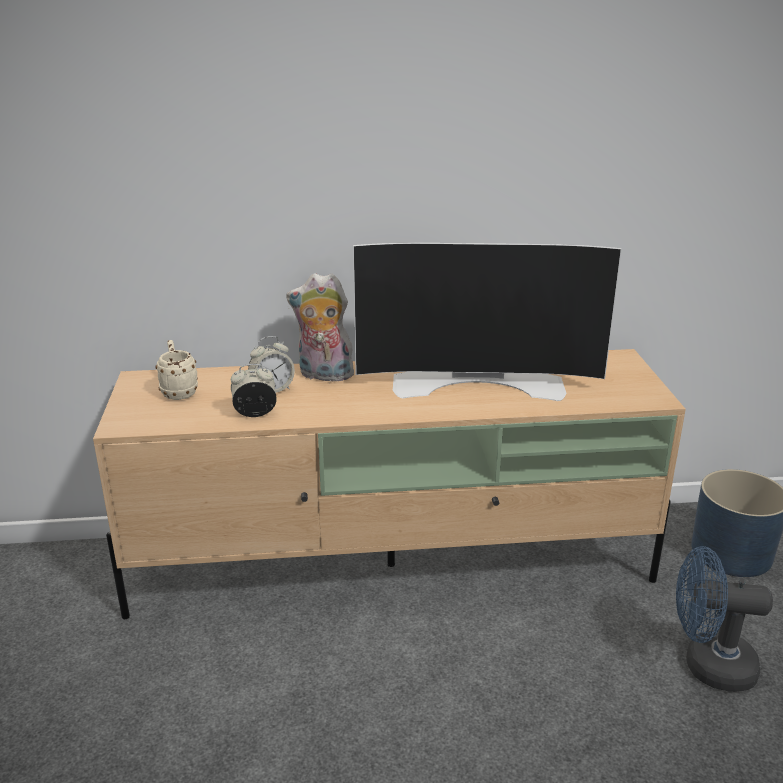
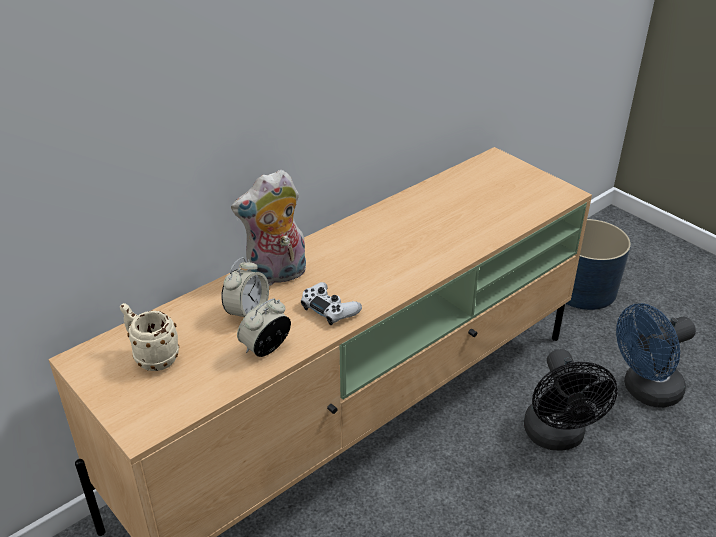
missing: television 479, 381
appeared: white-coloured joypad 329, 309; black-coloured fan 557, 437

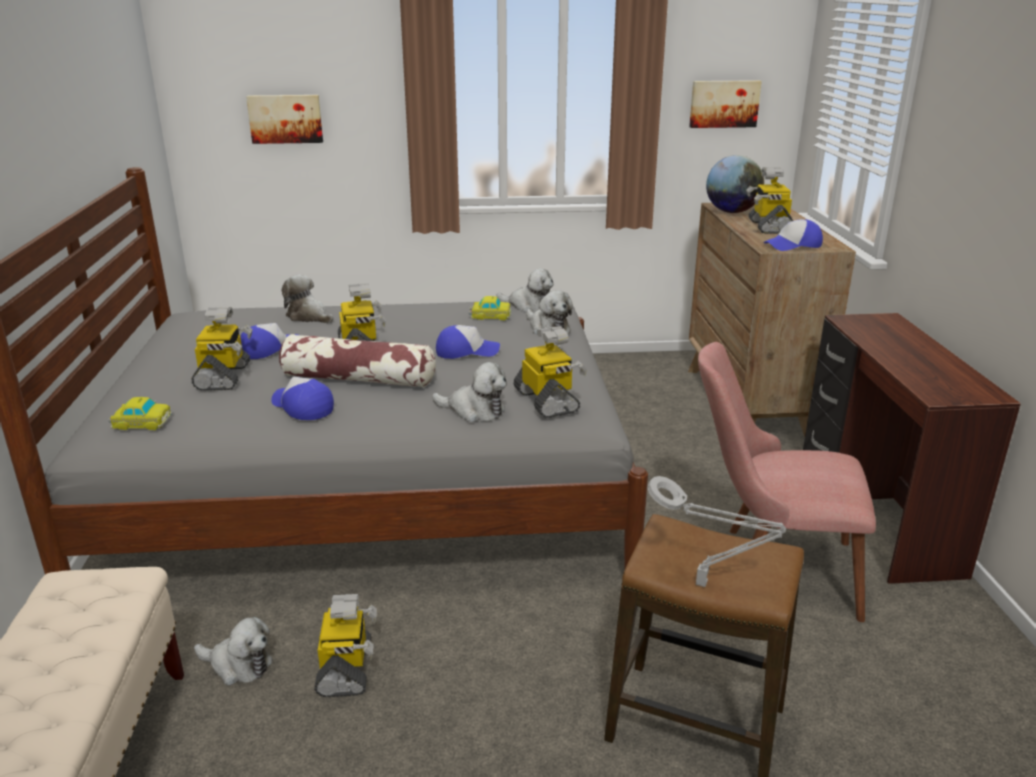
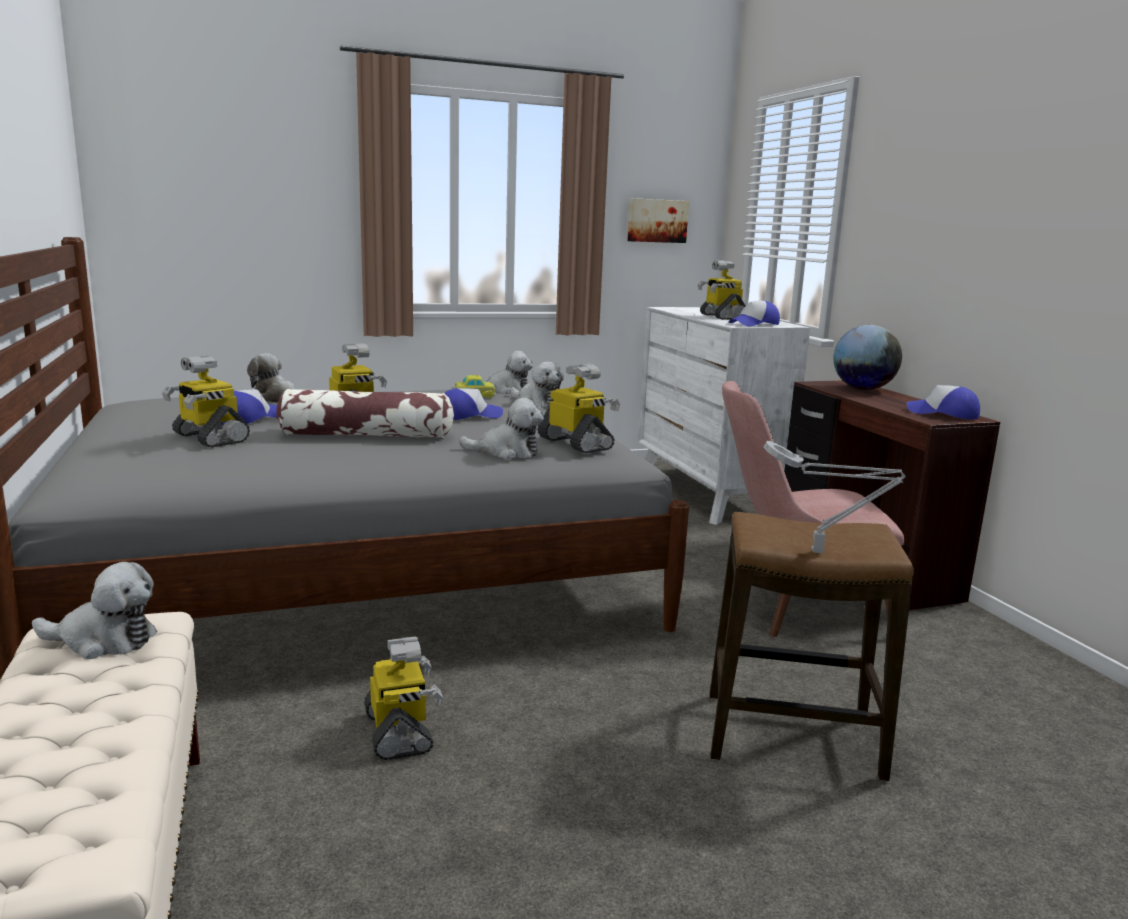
missing: toy car 141, 422; wall art 285, 118
relocated: cuddly toy 238, 665 to 103, 640; peaked cap 302, 407 to 943, 414; globe 731, 212 to 862, 389
colour: brownish drawer chest 748, 403 to white-coloured drawer chest 707, 494
spun: toy robot 224, 377 = 209, 438 150 degrees clockwise

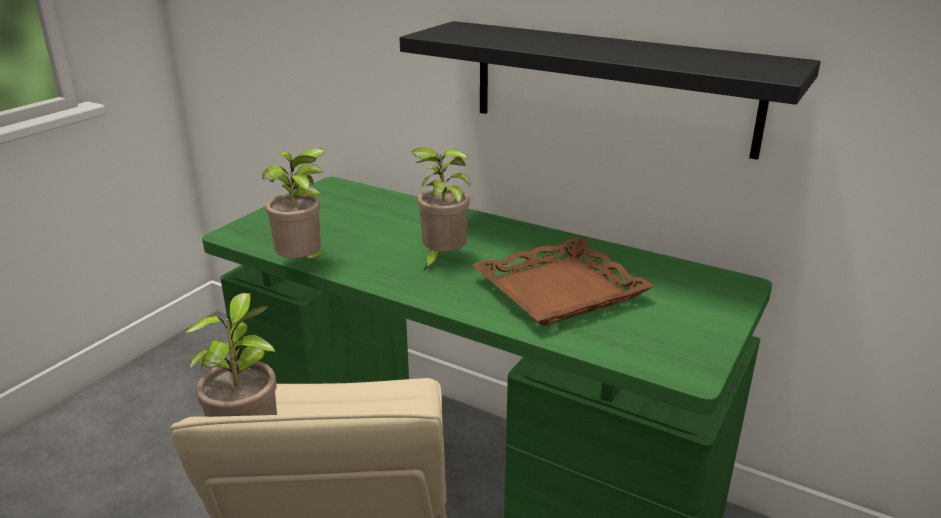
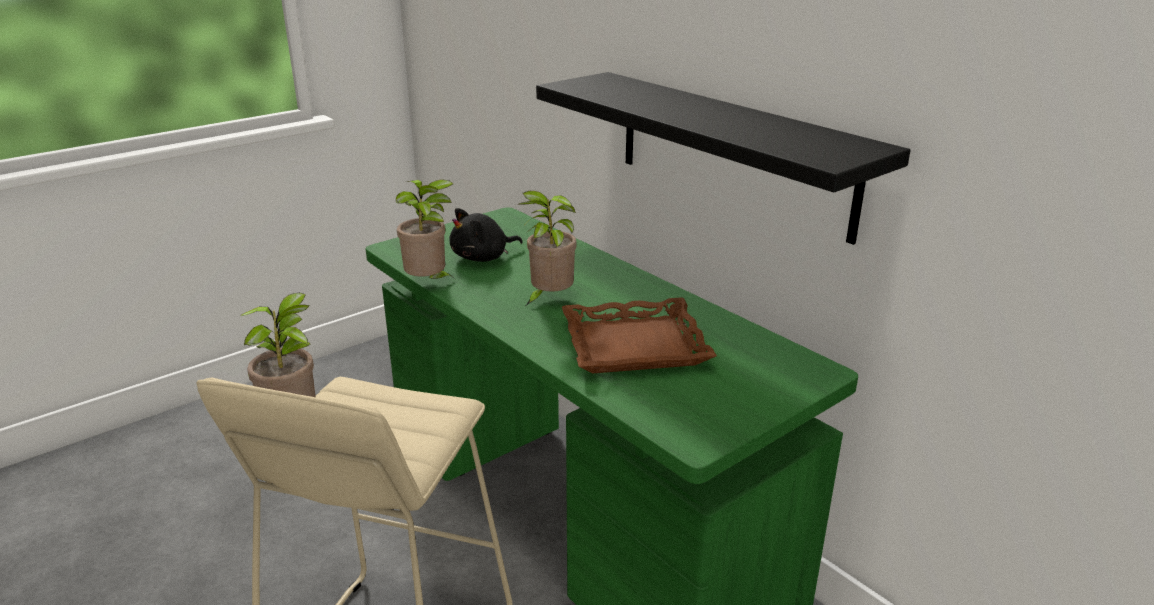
appeared: black-coloured cuddly toy 483, 257

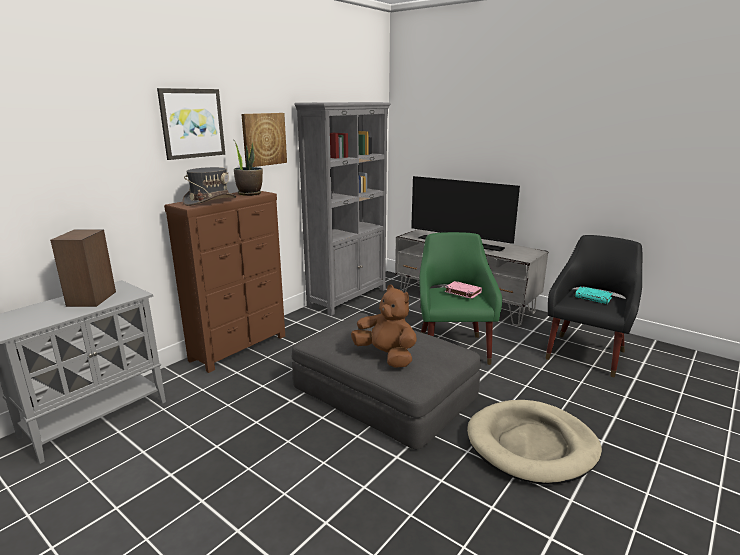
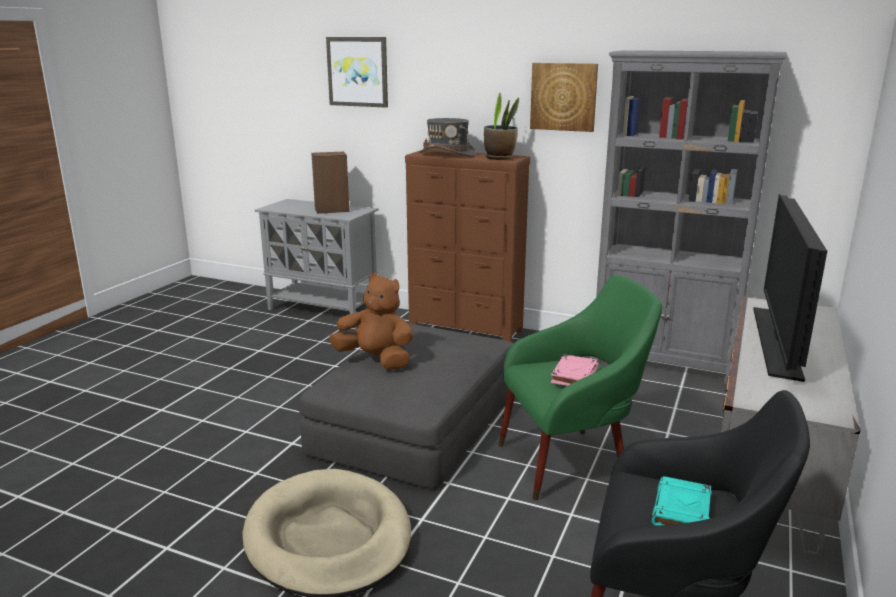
relocated: wall art 192, 123 to 358, 72
spun: brownish cuddly toy 386, 356 = 376, 360 90 degrees counterclockwise

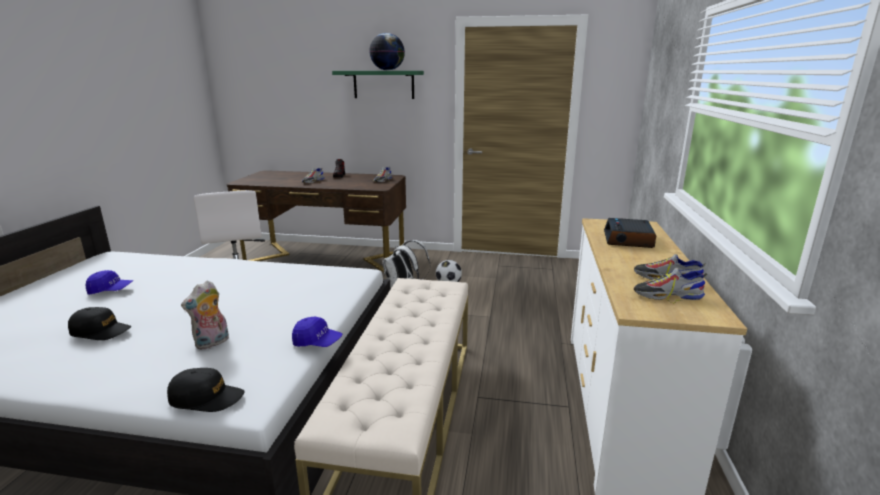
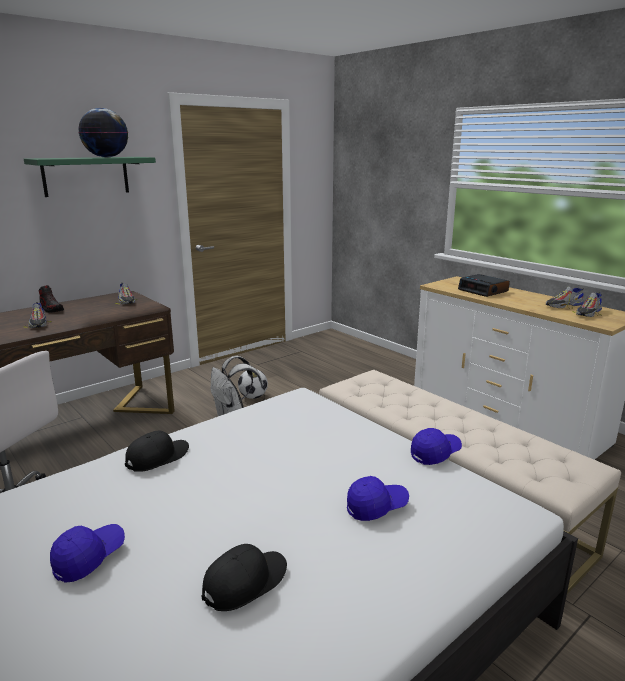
relocated: black-coloured peaked cap 206, 398 to 157, 457
exchanged: cuddly toy 212, 343 to blue-coloured peaked cap 376, 507

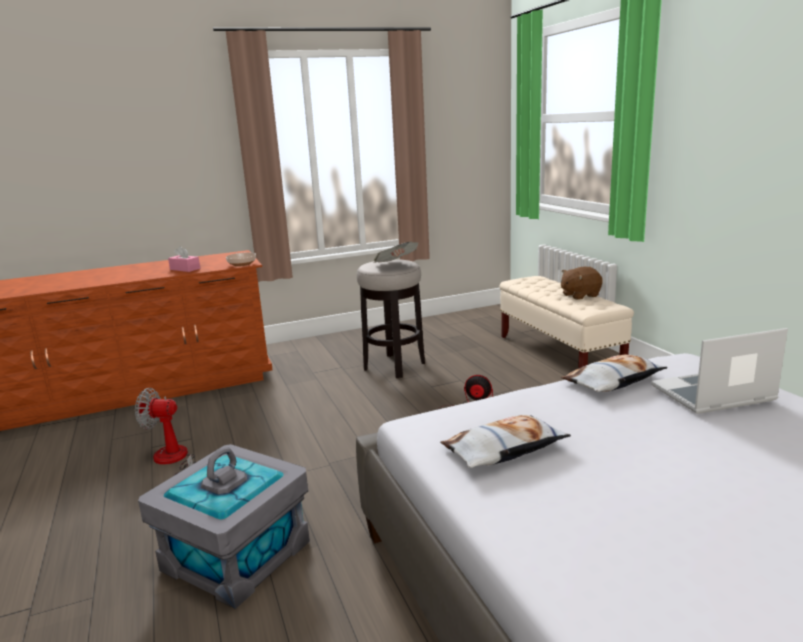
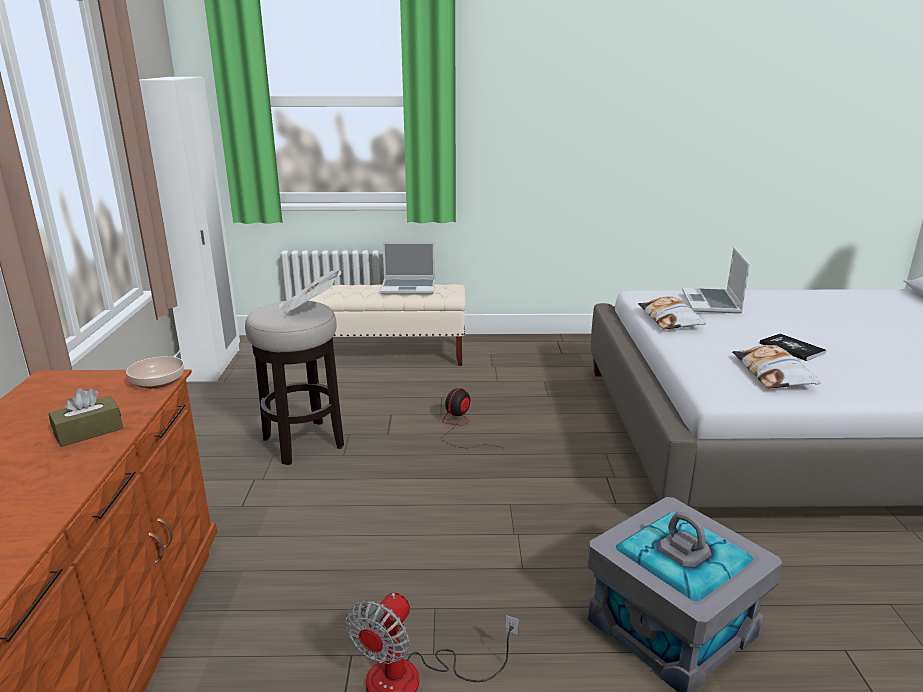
appeared: white-coloured armoire 214, 365; volume 792, 348
exchanged: brownish cuddly toy 580, 295 to laptop 409, 288
colour: pink-coloured box of tissues 185, 269 to brownish box of tissues 89, 431

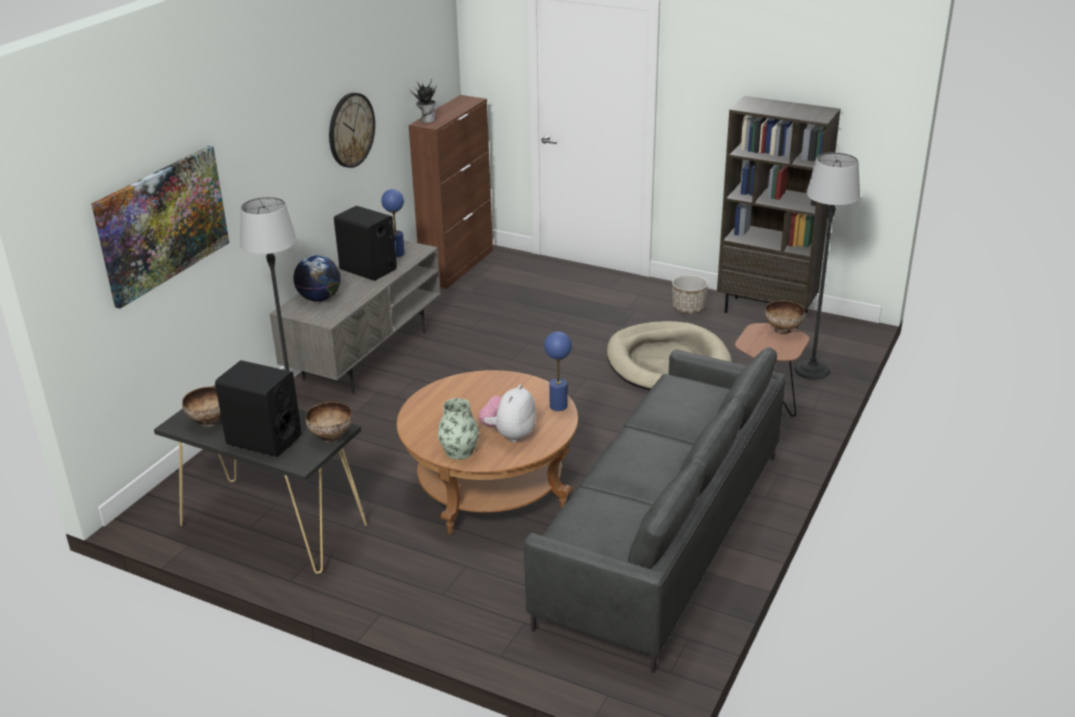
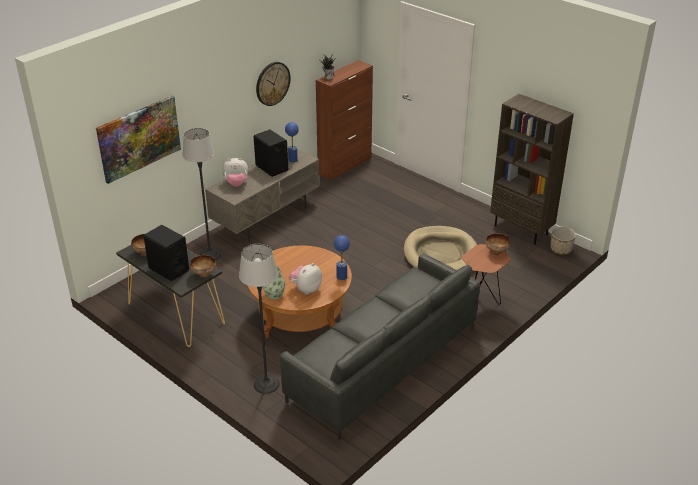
relocated: flower pot 688, 309 to 560, 250; standard lamp 812, 370 to 266, 384
exchanged: globe 319, 298 to cuddly toy 236, 183

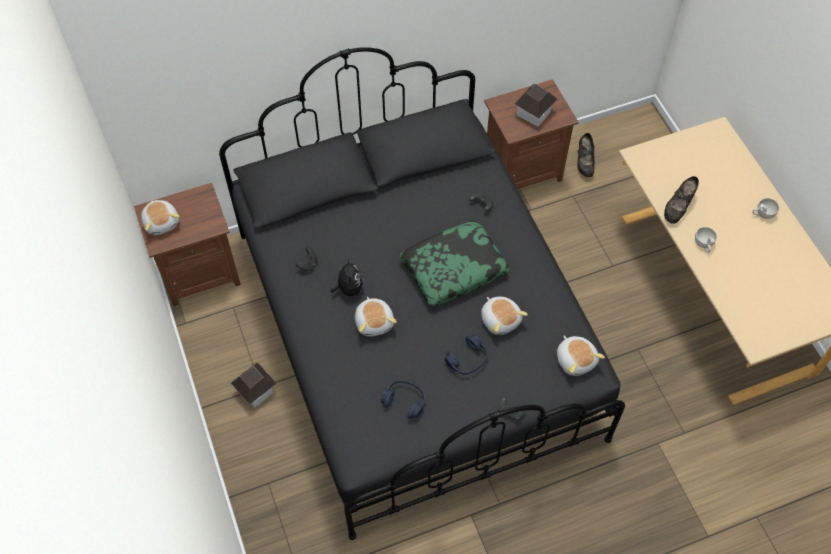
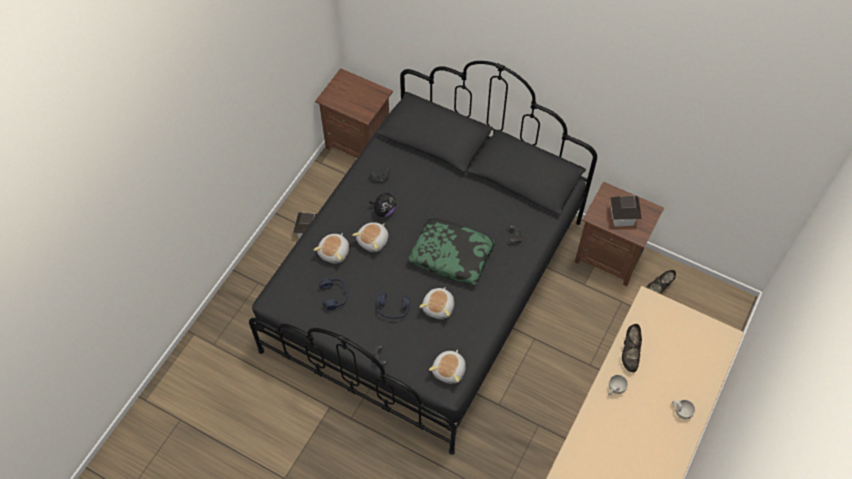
relocated: cuddly toy 162, 222 to 335, 252
spun: black-coloured item of footwear 678, 207 = 630, 353 75 degrees counterclockwise

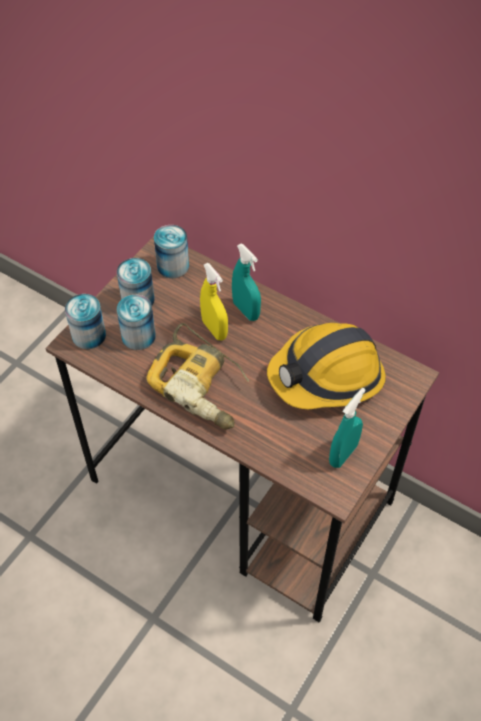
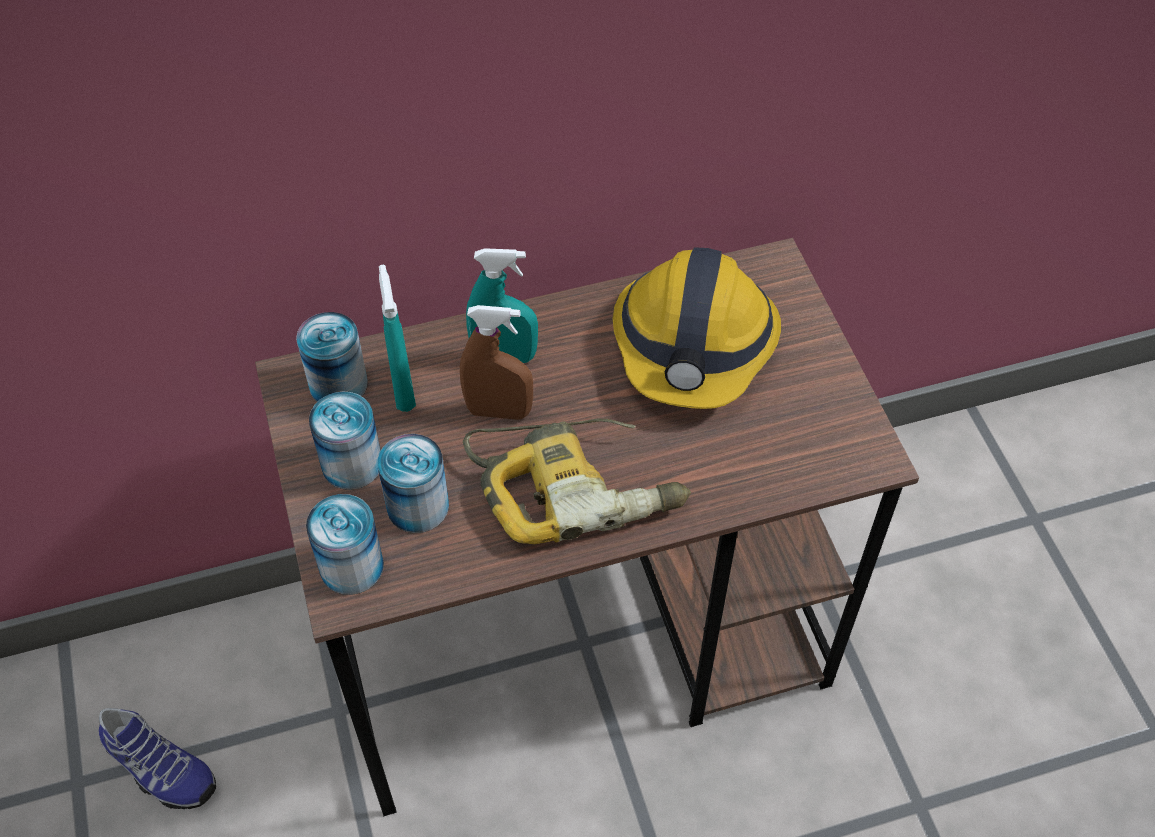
appeared: item of footwear 157, 768
relocated: turquoise hand sprayer 343, 454 to 403, 389
colour: yellow-coloured hand sprayer 214, 329 to brownish hand sprayer 499, 411

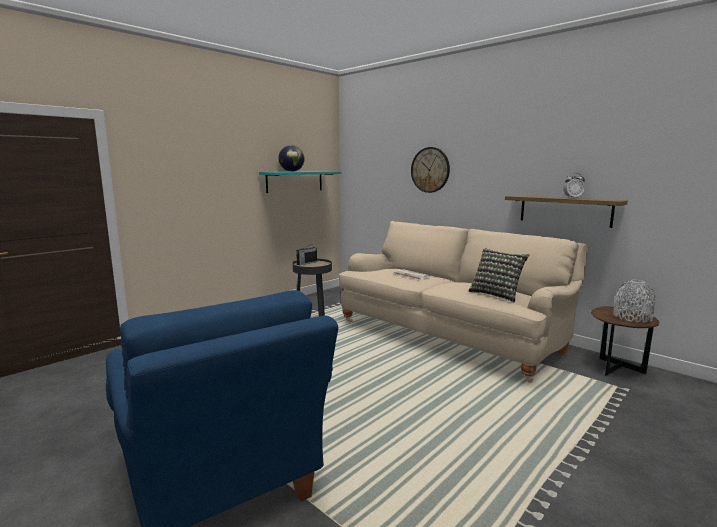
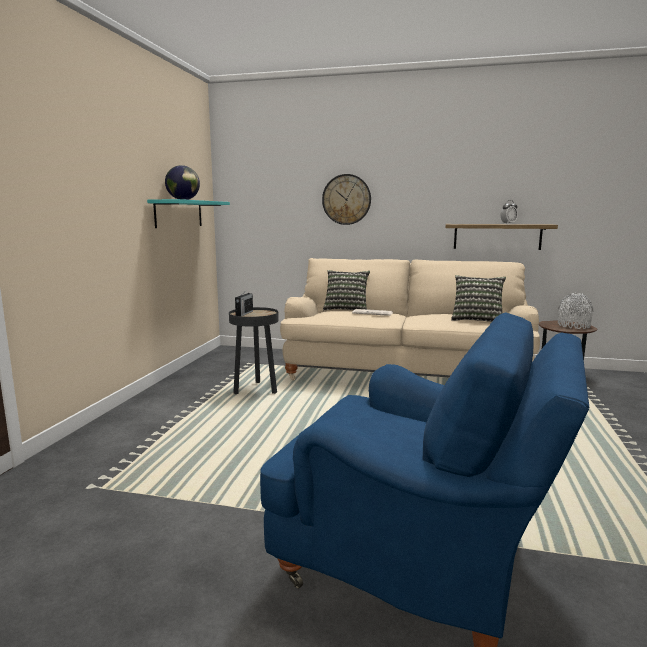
appeared: pillow 346, 309

